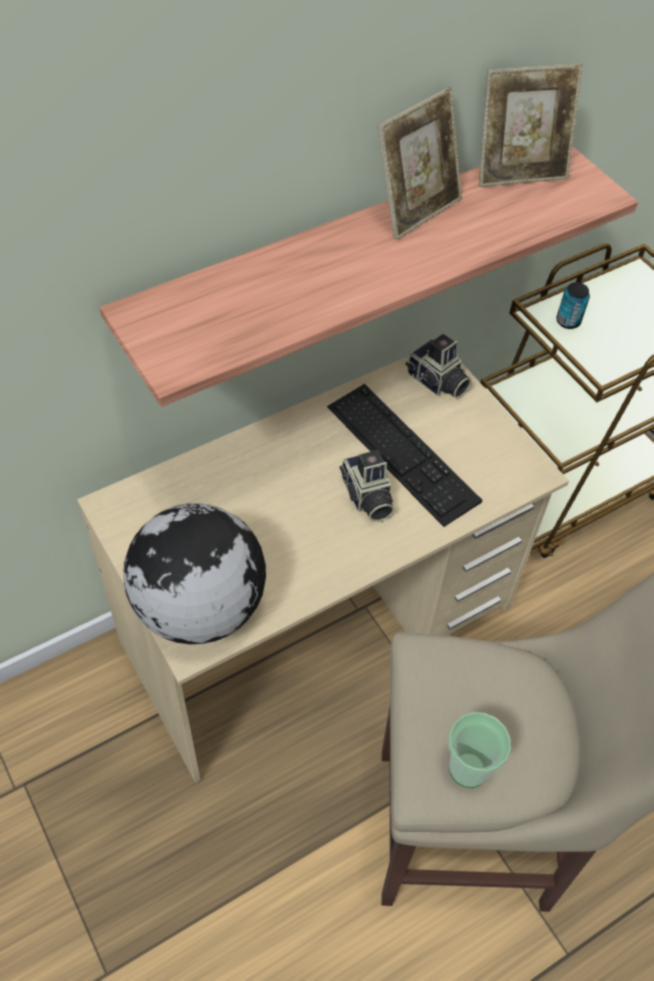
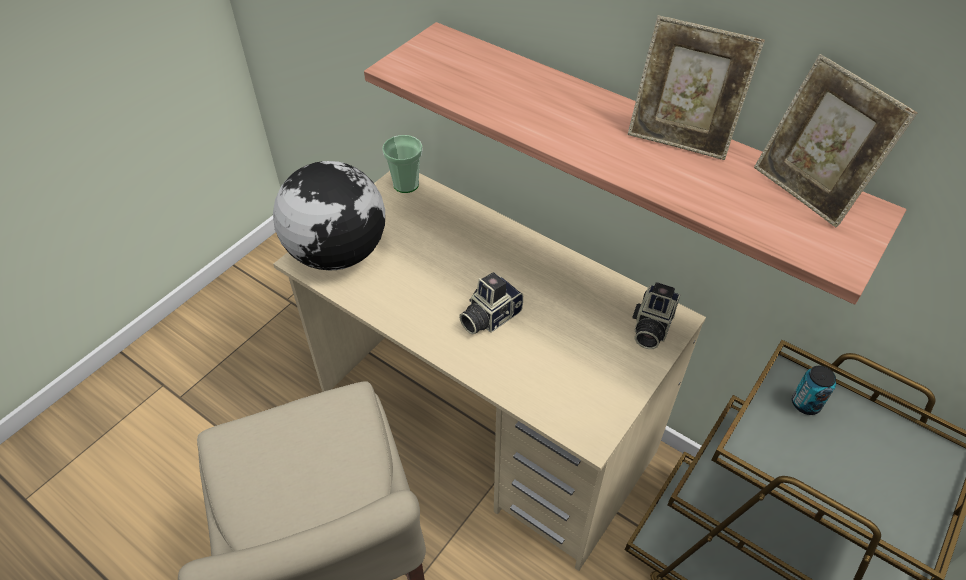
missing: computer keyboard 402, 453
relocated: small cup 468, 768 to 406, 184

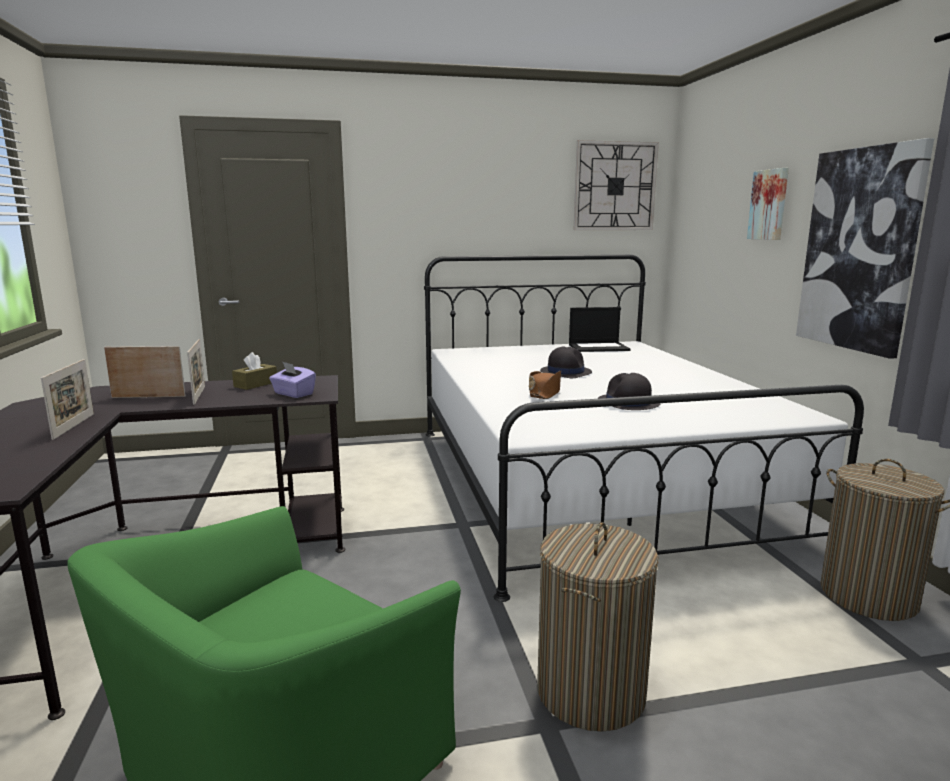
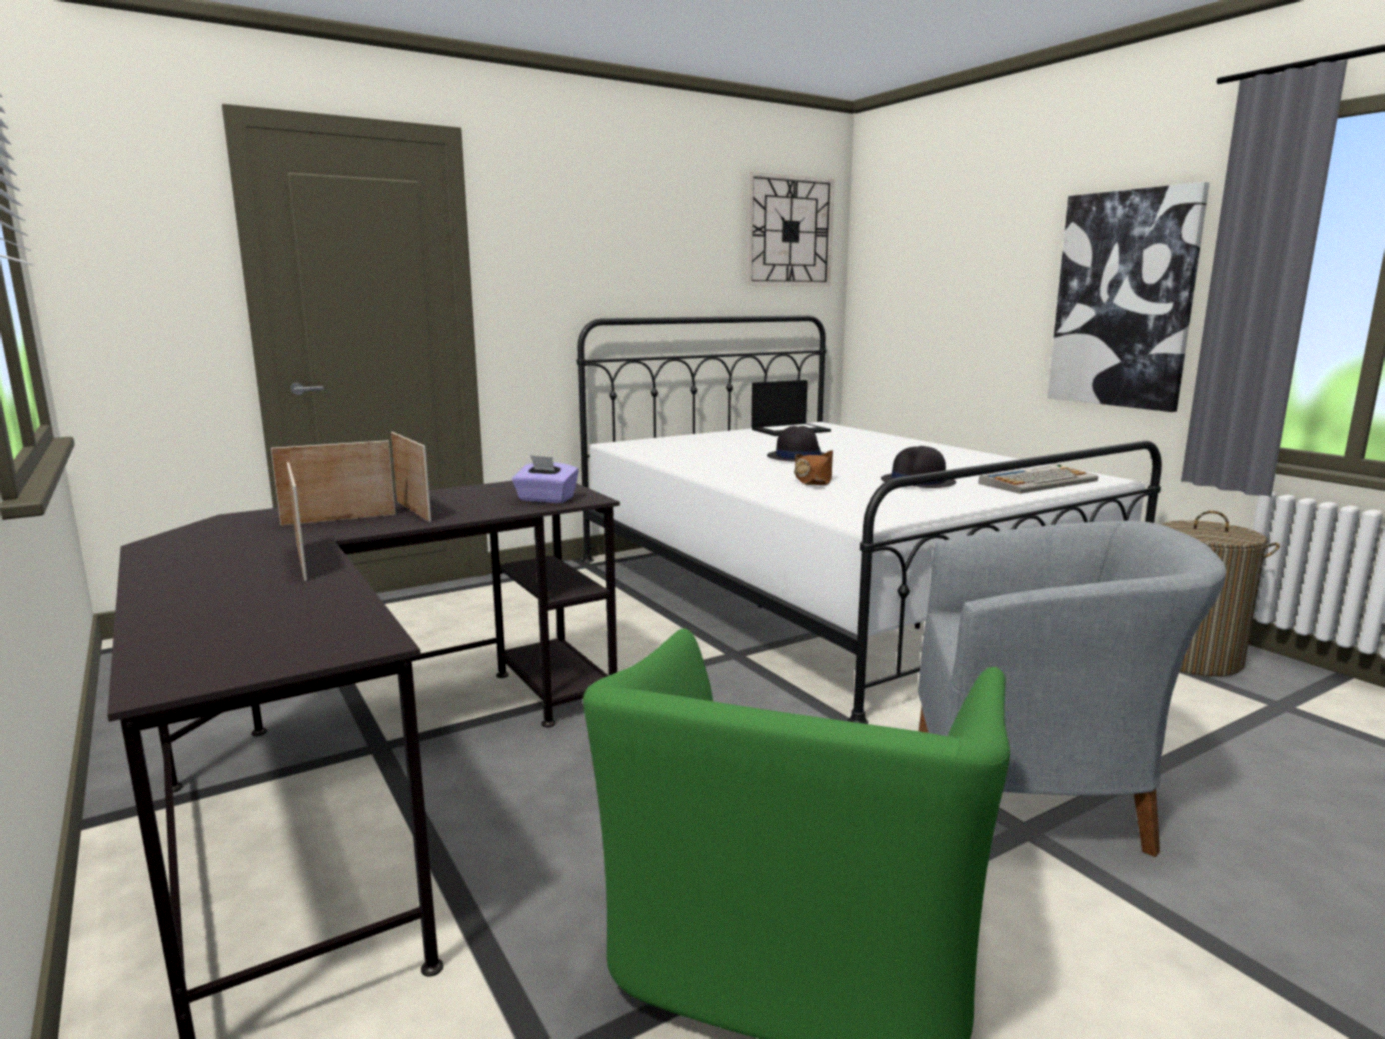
missing: brownish box of tissues 255, 384; wall art 769, 205
appeared: computer keyboard 1038, 482
exchanged: hamper 590, 692 to gray armchair 1038, 792

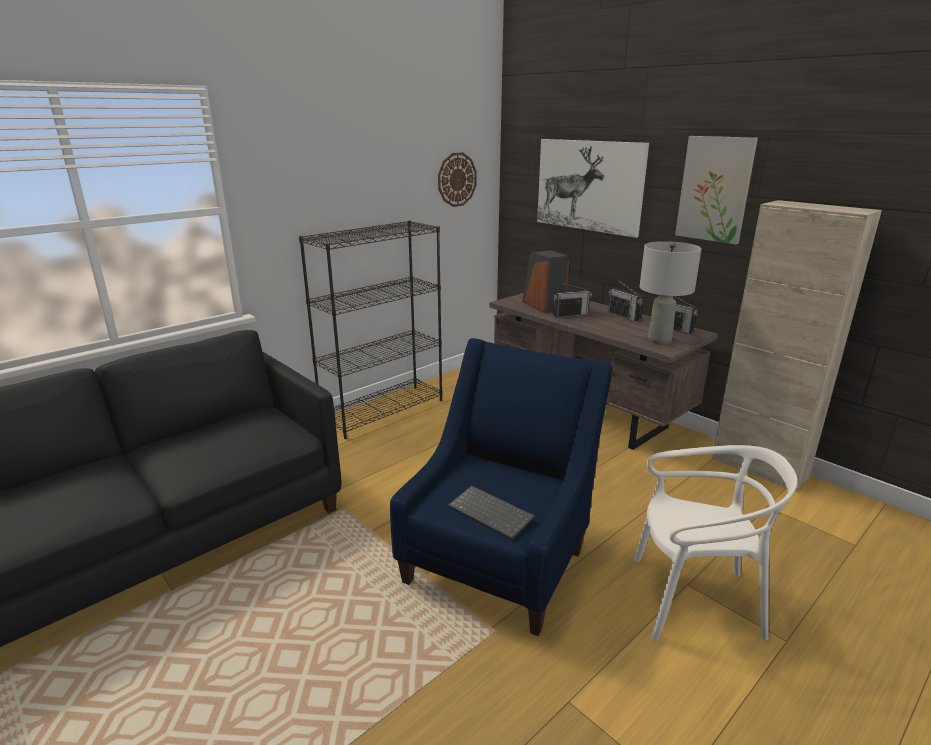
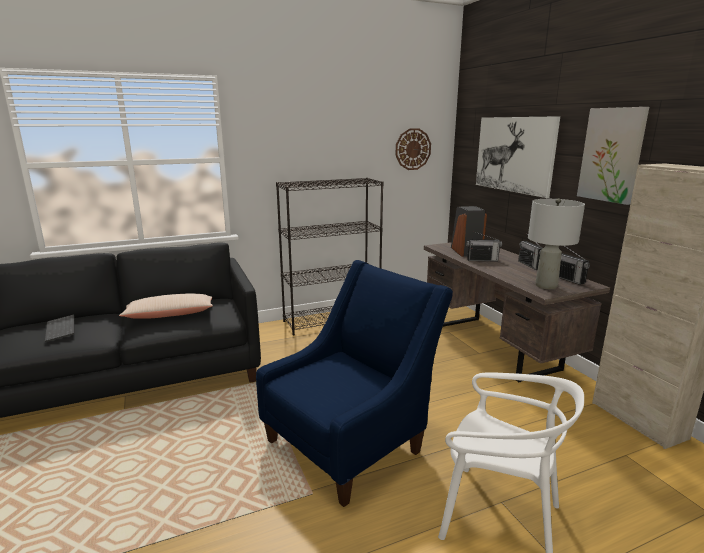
appeared: sand-coloured pillow 170, 315
relocated: computer keyboard 492, 513 to 62, 329

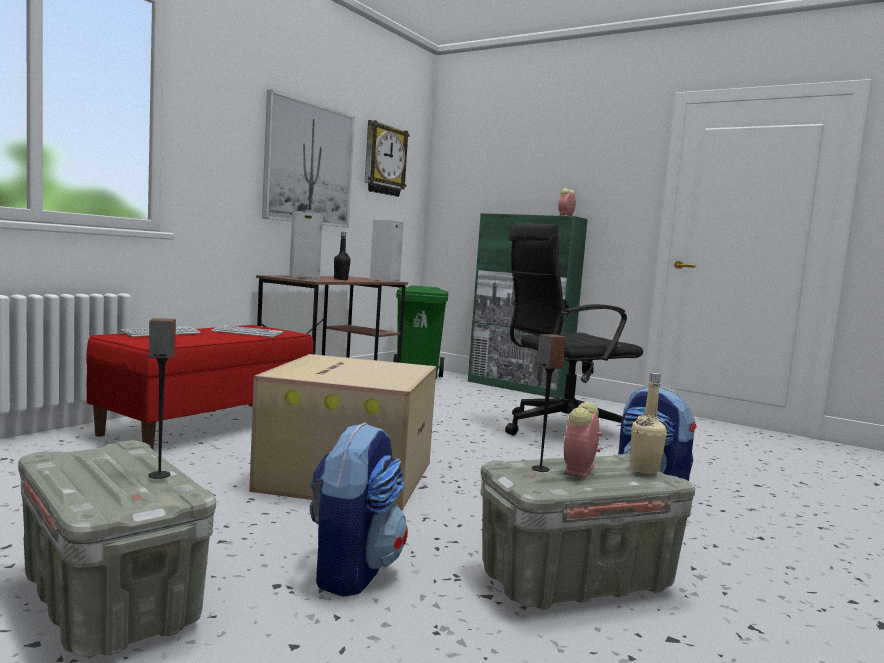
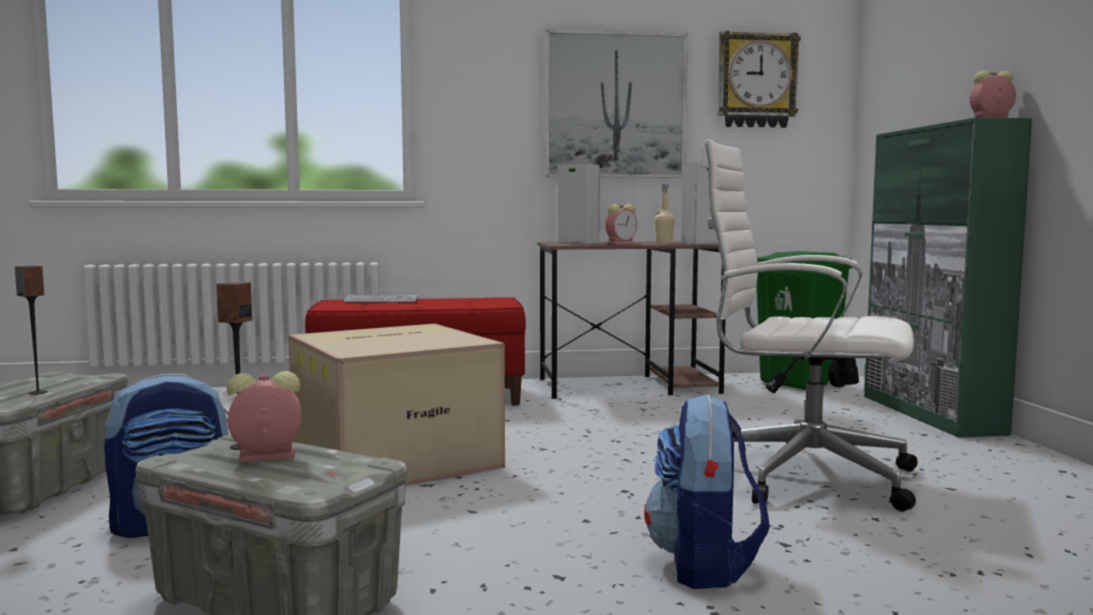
missing: computer keyboard 247, 333
relocated: sand-coloured bottle 644, 469 to 664, 243
exchanged: black-coloured bottle 341, 279 to alarm clock 621, 243
colour: black-coloured desk chair 561, 431 to white-coloured desk chair 802, 475

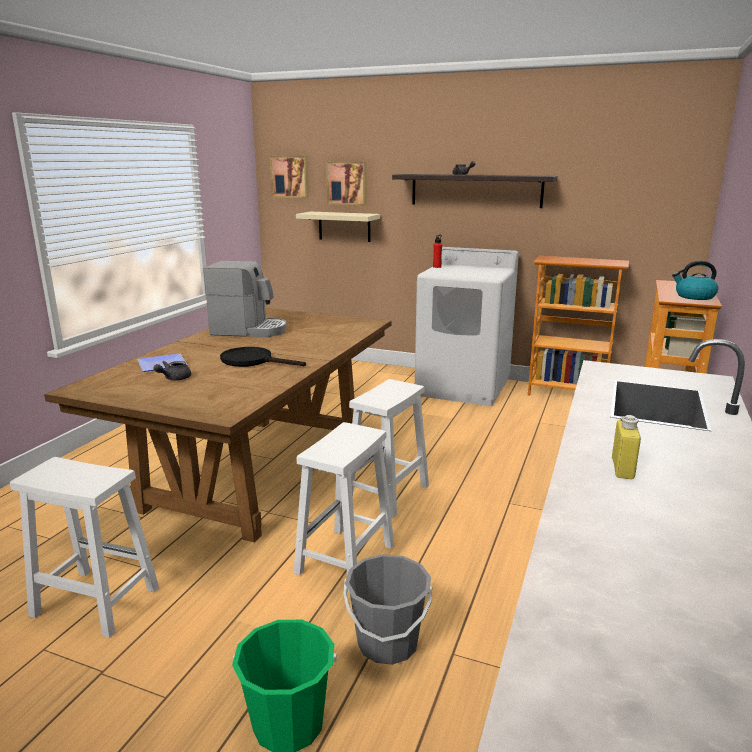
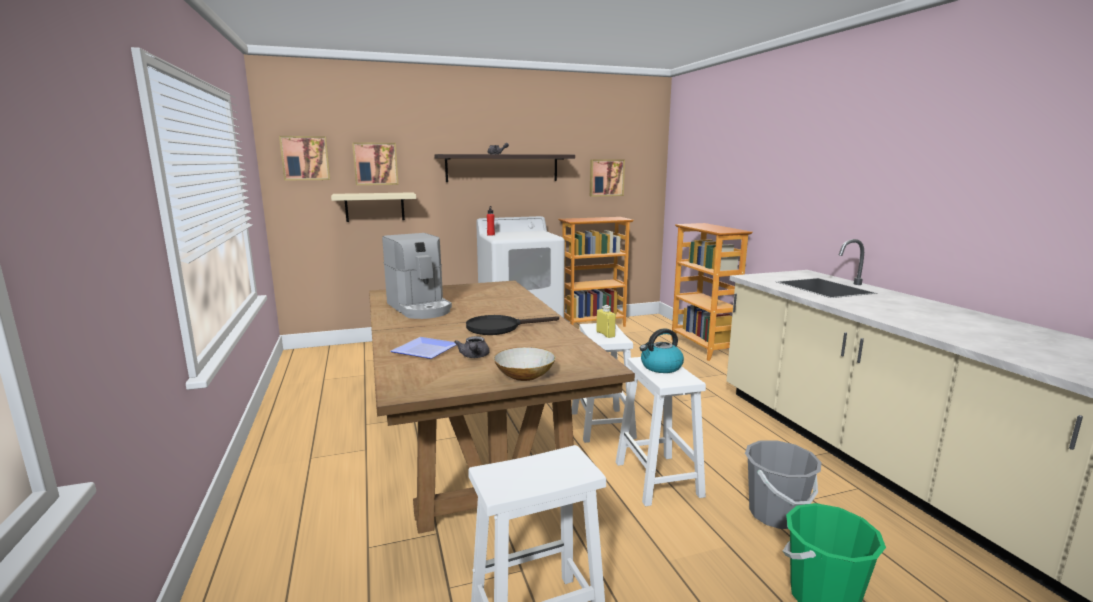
appeared: serving bowl 524, 375; wall art 606, 177
relocated: yellow-coloured bottle 622, 469 to 605, 334; kettle 694, 296 to 661, 367
spun: coffee brewer 249, 330 = 420, 308 90 degrees clockwise

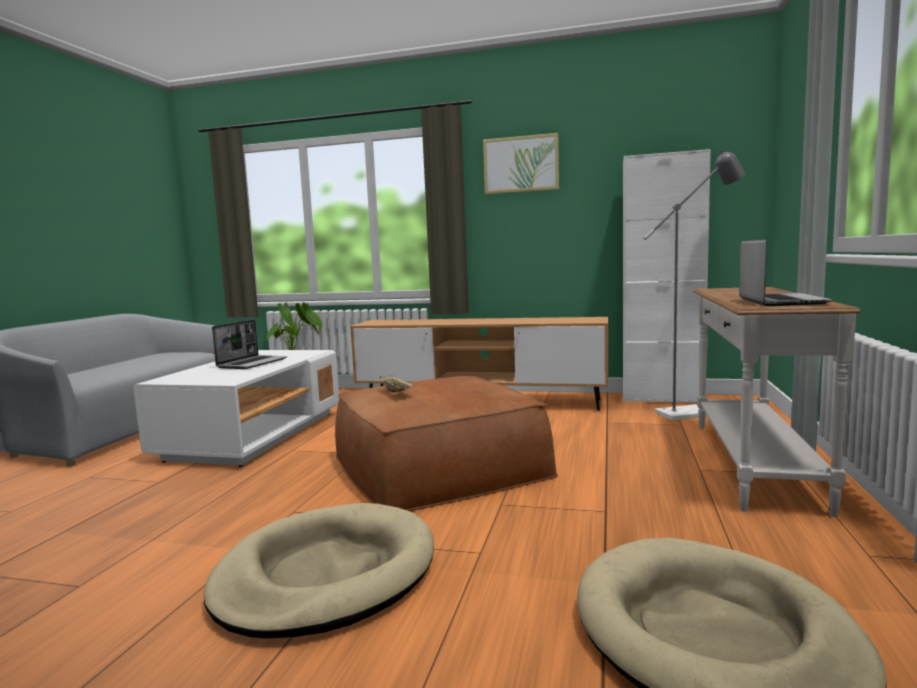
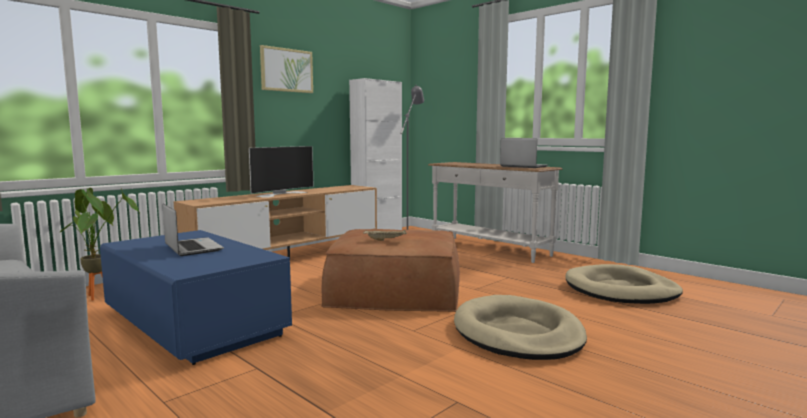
appeared: television 281, 194
colour: white-coloured lounge table 253, 435 to blue-coloured lounge table 194, 324

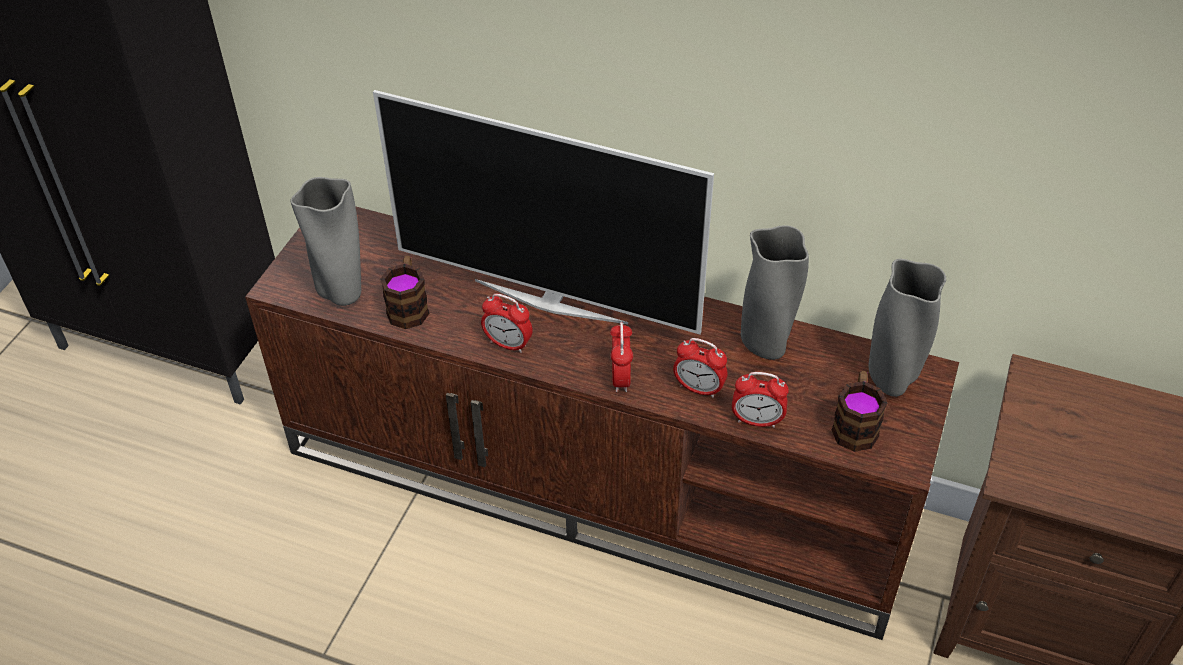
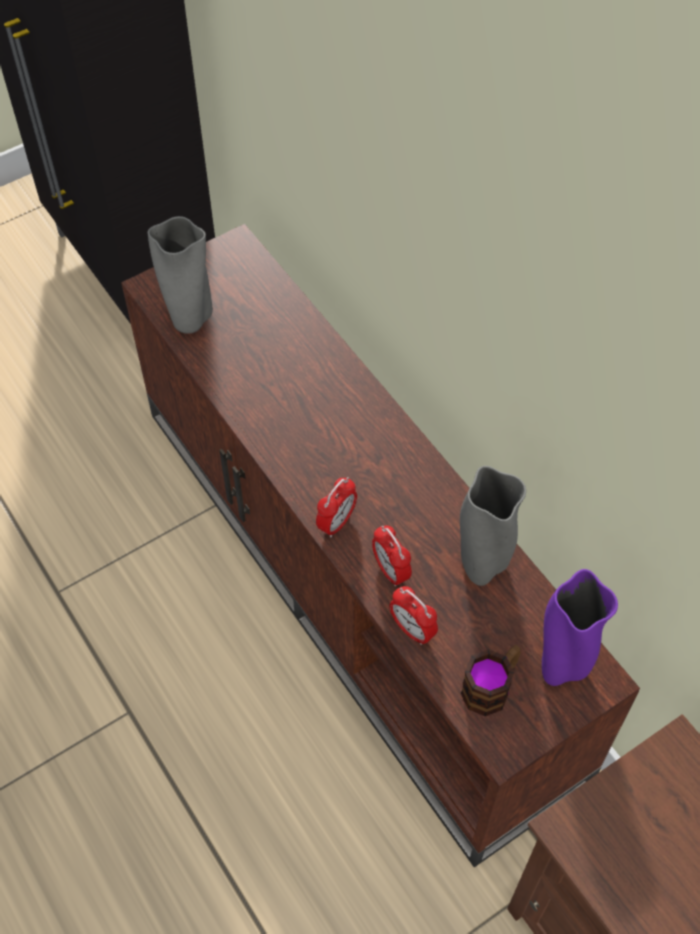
missing: television 551, 300; mug 408, 306; alarm clock 508, 344
colour: gray flower vase 892, 380 to purplish flower vase 561, 667

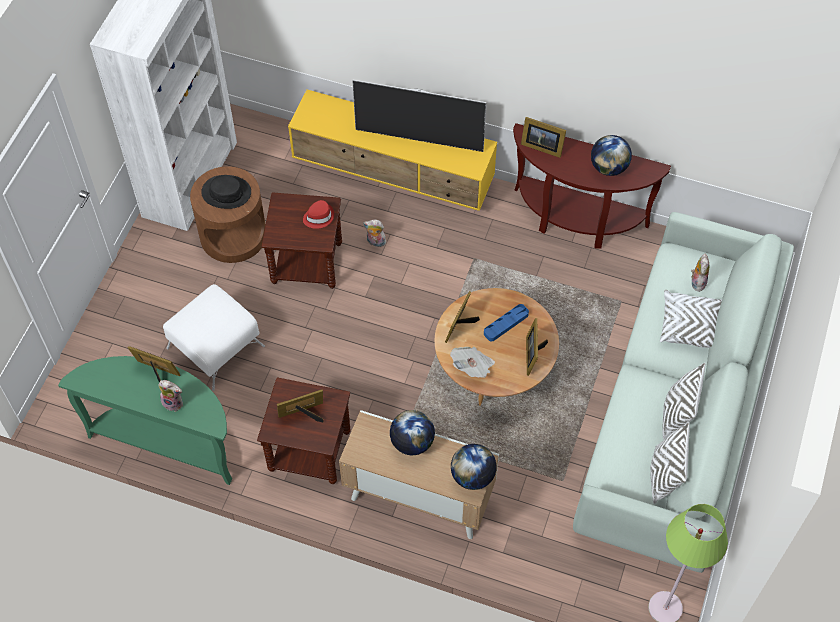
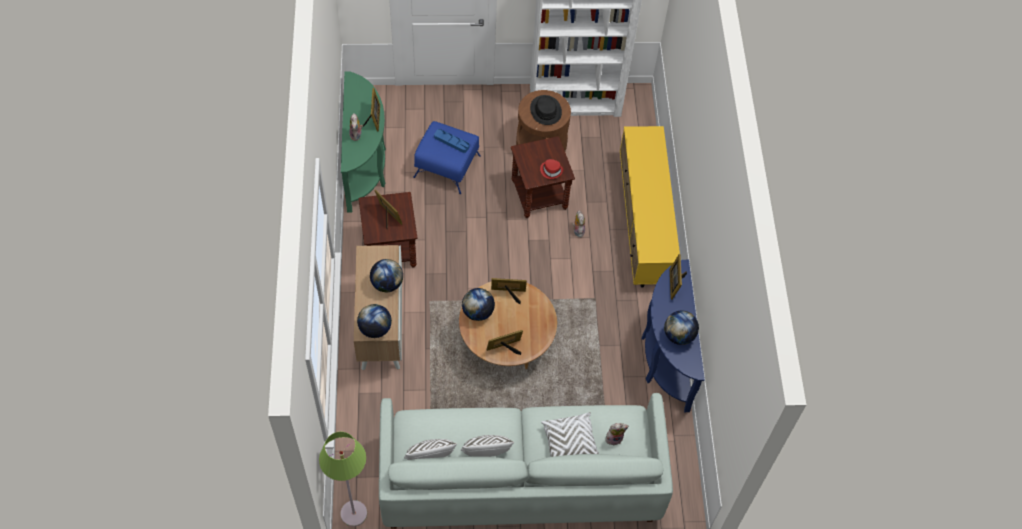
missing: television 419, 140
relocated: blue-coloured serving tray 506, 324 to 451, 142
exchanged: printed paper 472, 367 to globe 478, 312
colour: white-coloured ottoman 216, 347 to blue-coloured ottoman 447, 166; brownish console table 576, 220 to blue-coloured console table 665, 358

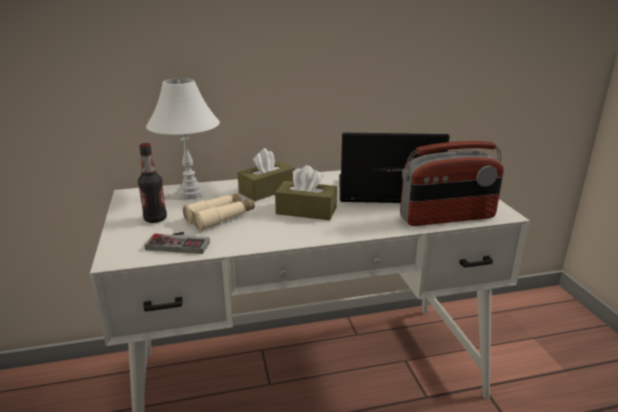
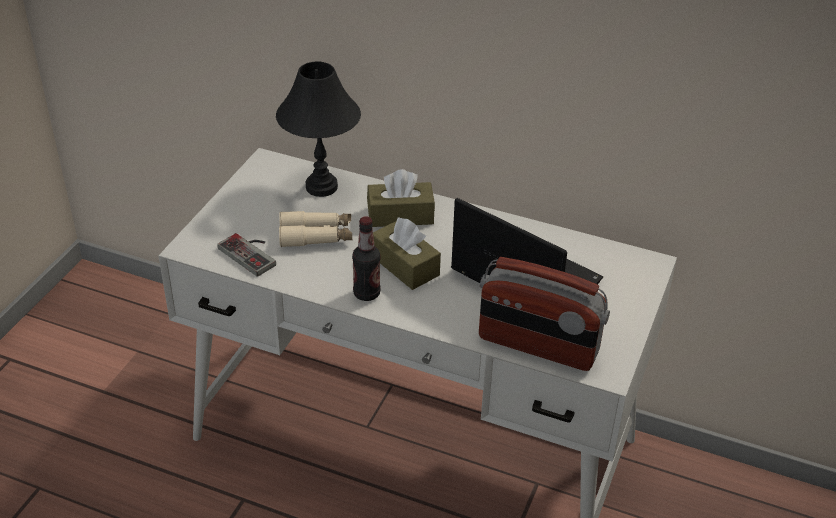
relocated: bottle 155, 219 to 366, 293
colour: white-coloured tabletop lamp 191, 194 to black-coloured tabletop lamp 321, 187

